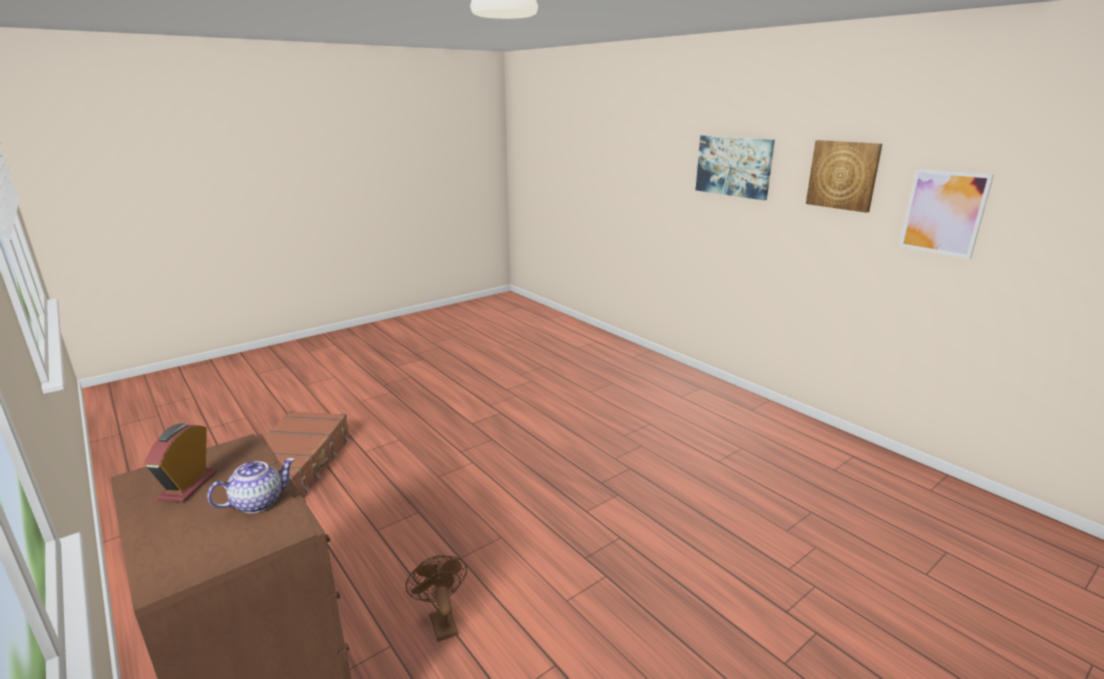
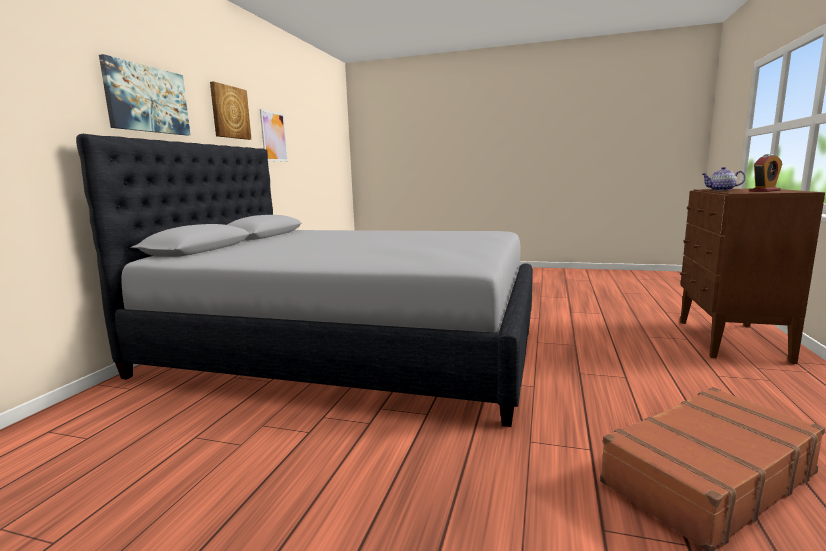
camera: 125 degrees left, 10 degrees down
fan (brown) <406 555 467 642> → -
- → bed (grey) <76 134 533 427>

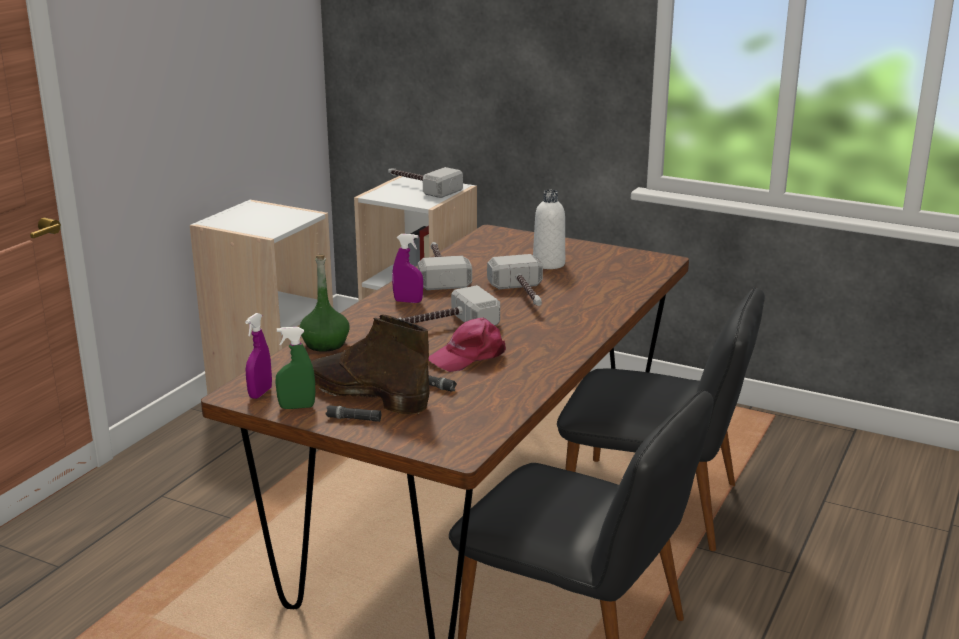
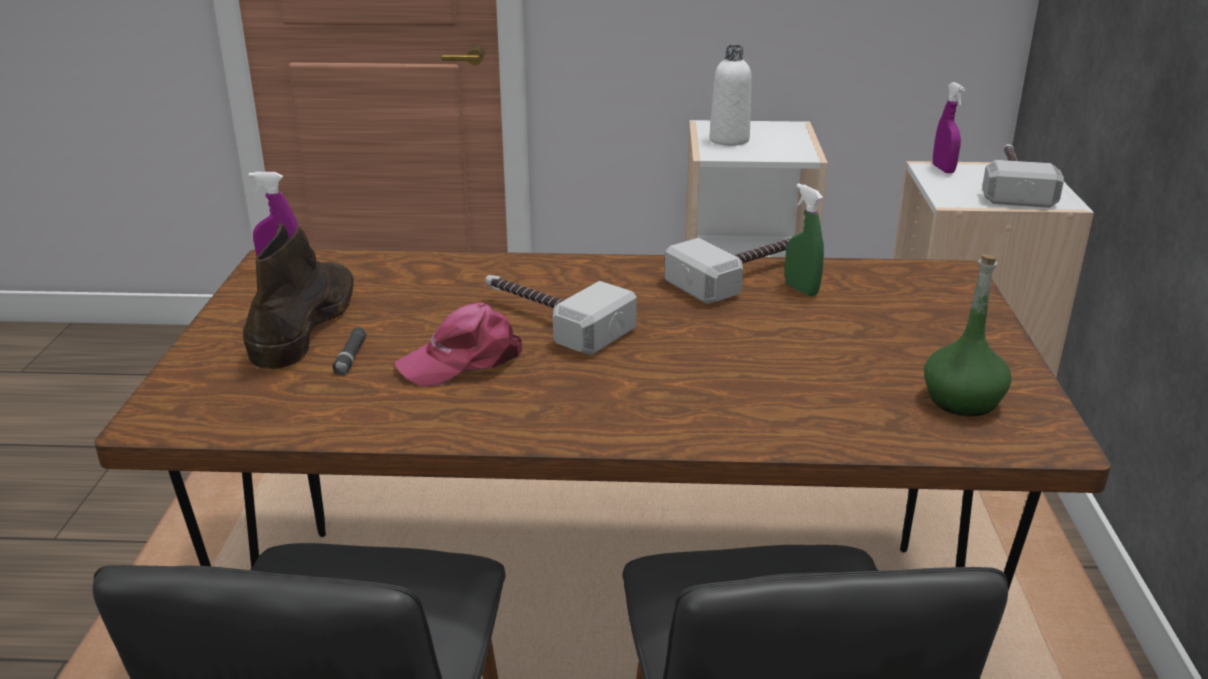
camera: 65 degrees right, 5 degrees up
bottle (white) <533 190 565 269> → bottle (white) <710 45 752 146>, moved
spray bottle (purple) <392 234 423 303> → spray bottle (purple) <933 82 965 173>, moved
hammer <487 254 543 306> → -
bottle (green) <300 255 349 352> → bottle (green) <924 254 1012 416>, moved
cap (pink) <428 318 506 372> → cap (pink) <395 302 522 387>, 60 degrees counterclockwise
spray bottle (green) <275 327 315 409> → spray bottle (green) <785 183 824 296>, moved
flashlight (black) <326 405 381 422> → -

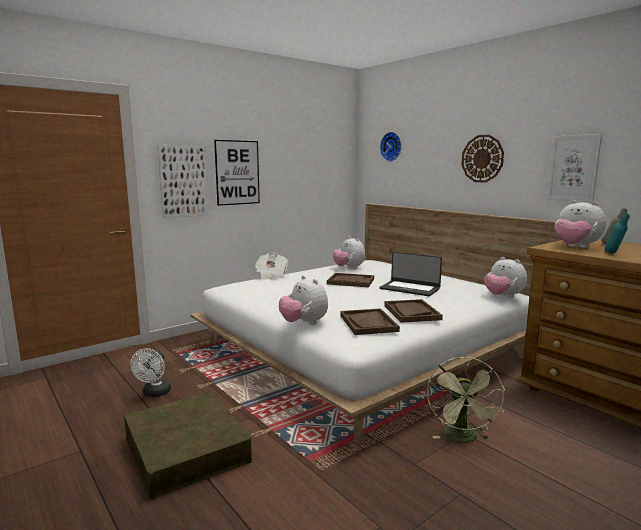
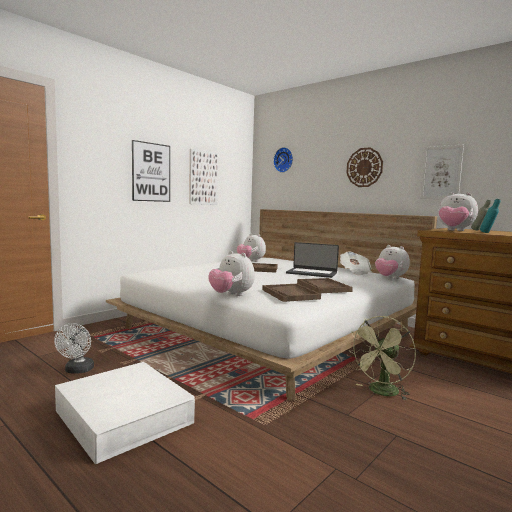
camera: 10 degrees left, 5 degrees down
picture <158 145 208 219> → picture <189 149 218 205>, moved
newspaper <255 252 289 280> → newspaper <340 251 372 275>, moved
fan (green) <427 356 505 443> → fan (green) <348 316 416 400>, 45 degrees clockwise
storage box (brown) <124 391 252 500> → storage box (white) <55 362 195 464>

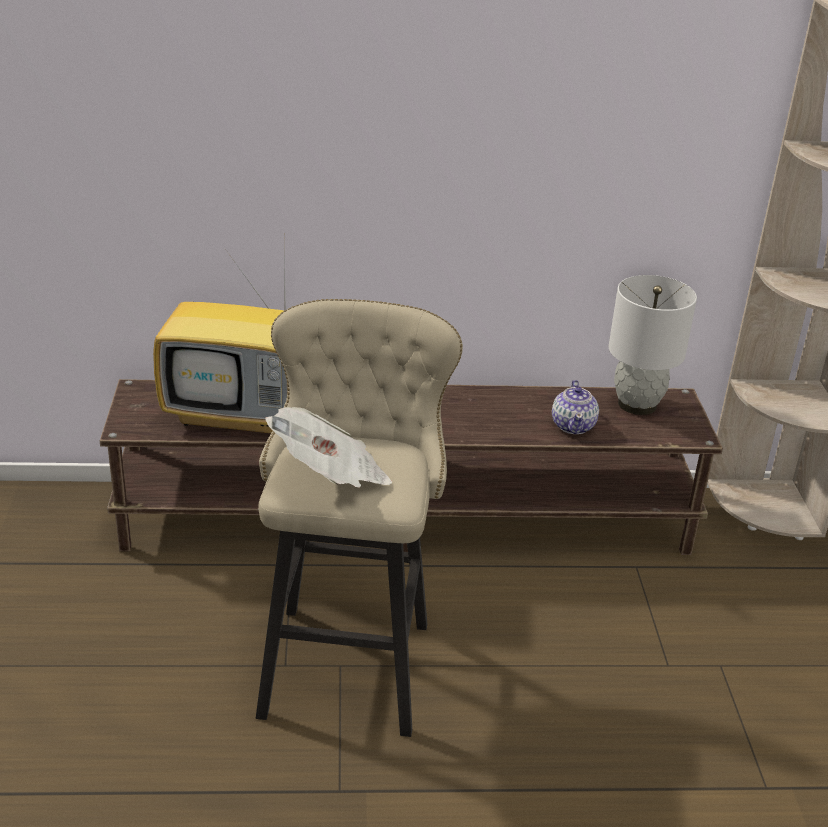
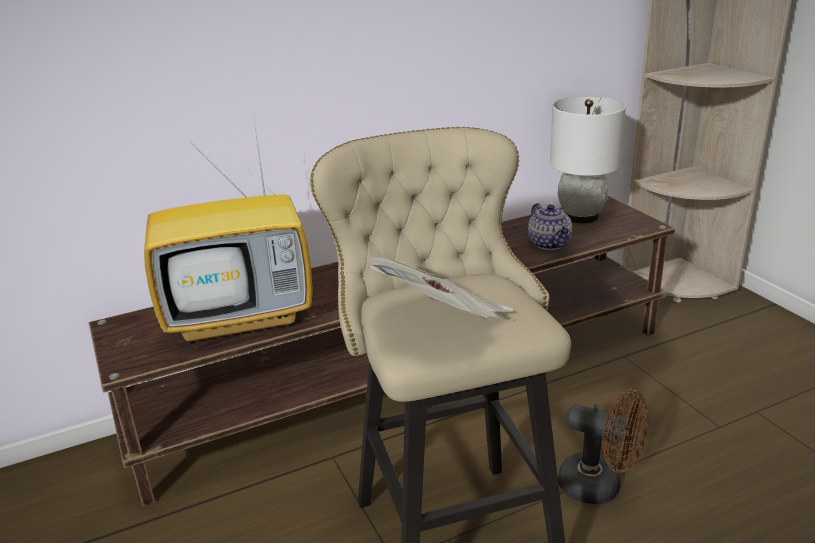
camera: 20 degrees left, 5 degrees down
- → fan (brown) <558 389 648 504>

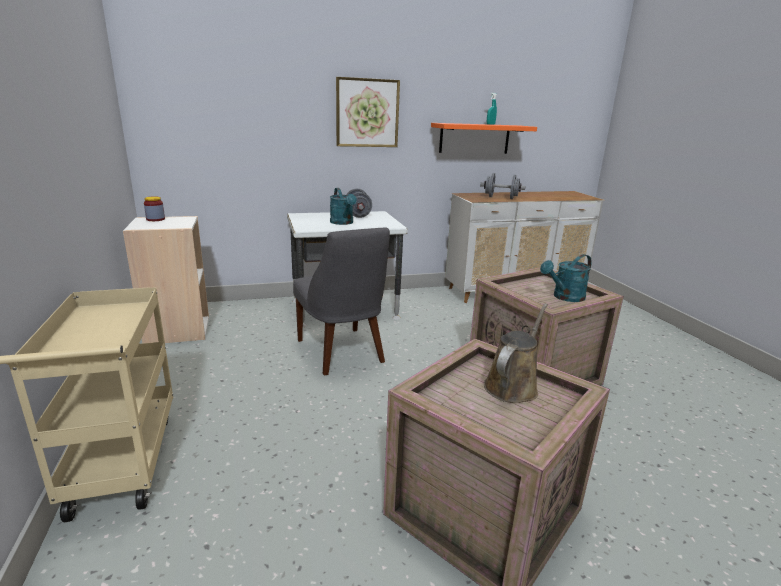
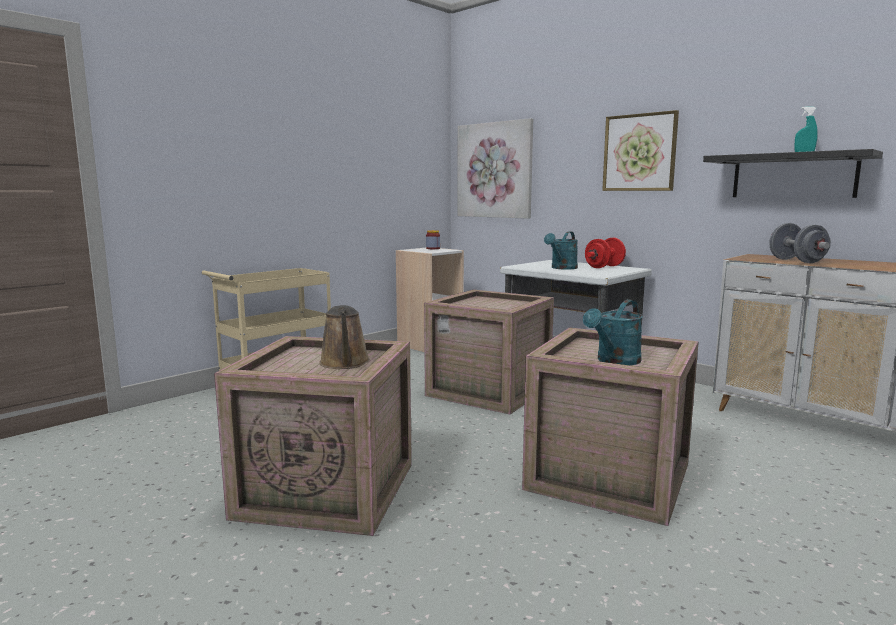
camera: 60 degrees right, 10 degrees down
shelf (orange) <431 123 537 154> → shelf (black) <703 149 883 198>
dumbbell (grey) <346 188 372 218> → dumbbell (red) <585 238 626 268>
chair (grey) <293 228 390 375> → crate <424 290 554 414>
watering can (turquoise) <540 254 592 302> → watering can (turquoise) <583 299 643 365>, 75 degrees counterclockwise
watering can (brown) <484 304 548 403> → watering can (brown) <319 305 370 369>, 75 degrees clockwise
- → picture <457 118 533 219>

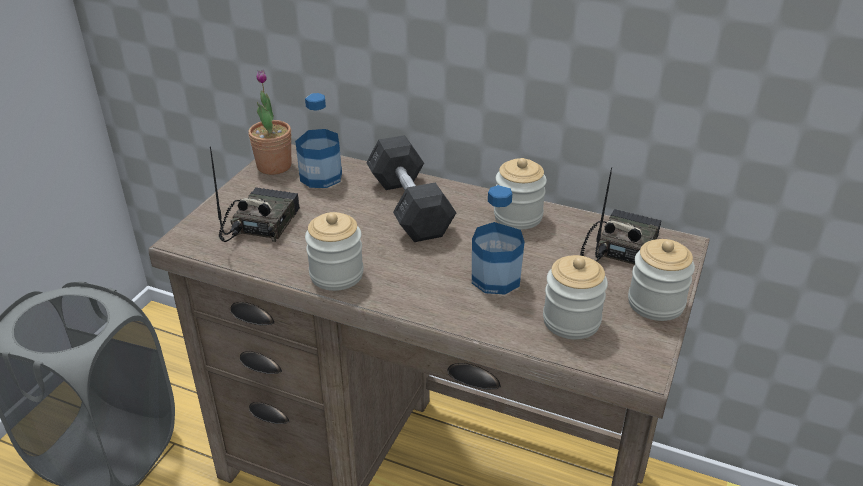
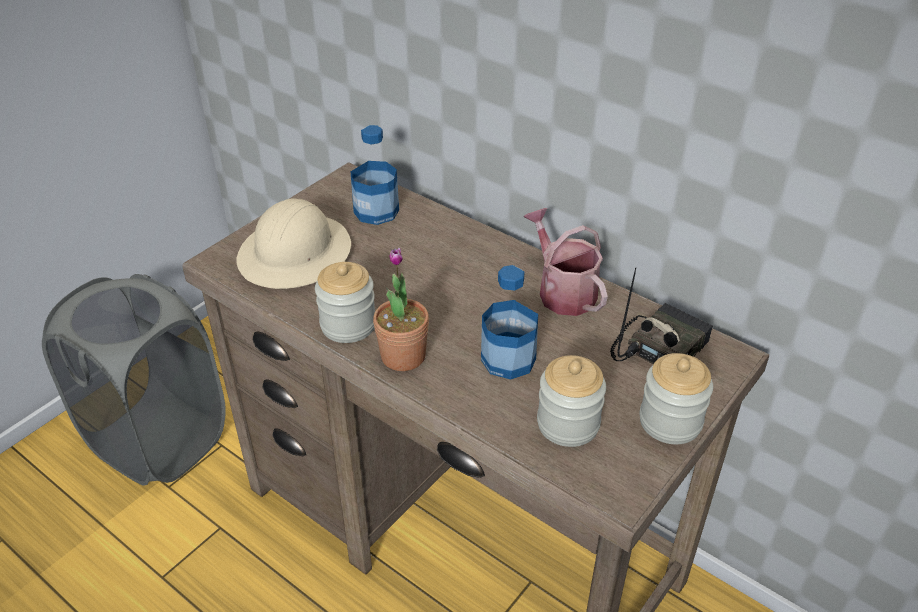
camera: 15 degrees right, 5 degrees up
potted plant <248 70 292 175> → potted plant <373 248 429 371>, moved
dumbbell (grey) <366 135 456 242> → -
radio <210 146 300 242> → hard hat (beige) <236 198 351 289>
jar <494 158 547 230> → watering can <524 208 608 316>

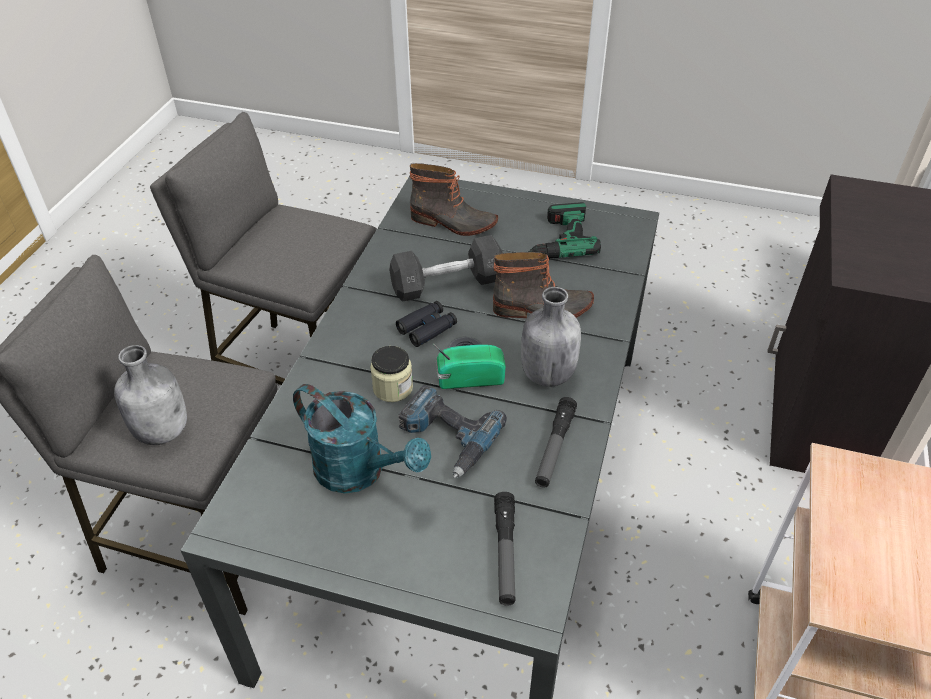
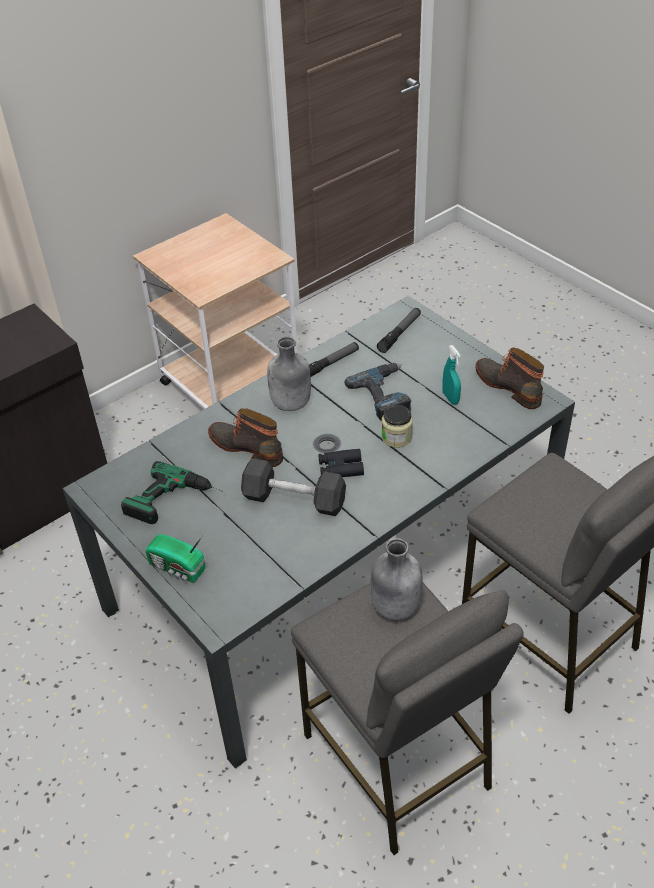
camera: 145 degrees left, 0 degrees up
boot <410 163 498 236> → boot <476 347 544 409>, moved
radio <432 343 506 389> → radio <145 534 206 583>, moved
bottle (grey) <114 345 187 445> → bottle (grey) <370 538 423 620>, moved
watering can (turquoise) <293 384 431 494> → spray bottle (turquoise) <442 345 461 405>

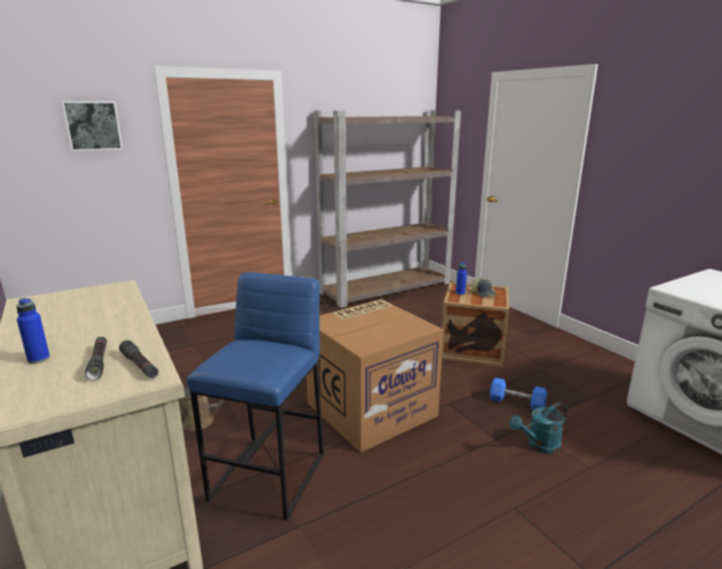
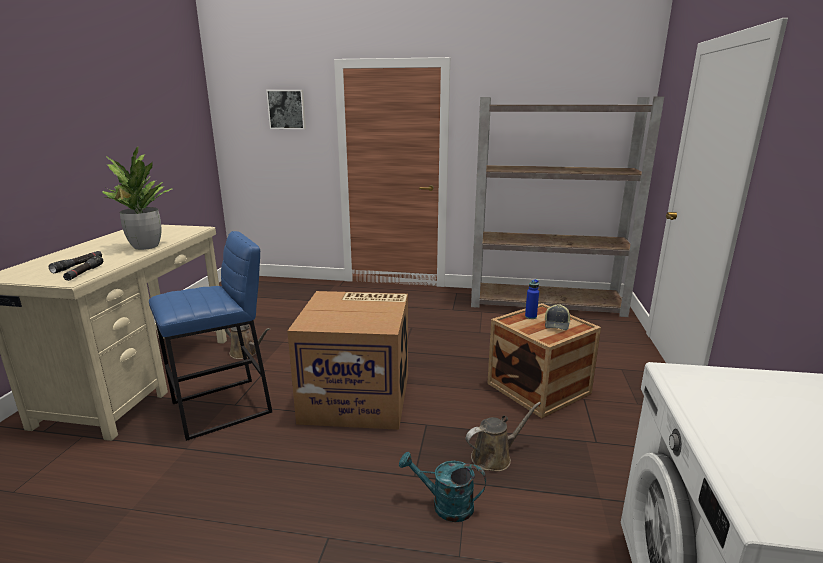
camera: 40 degrees right, 0 degrees up
bottle (blue) <16 298 50 364> → -
dumbbell (blue) <490 378 547 410> → watering can (brown) <466 402 541 472>
- → potted plant <102 146 172 250>

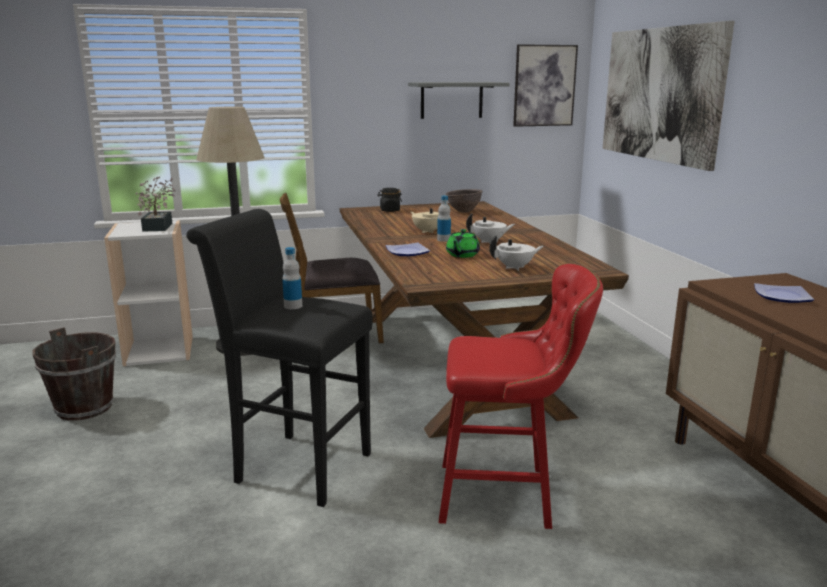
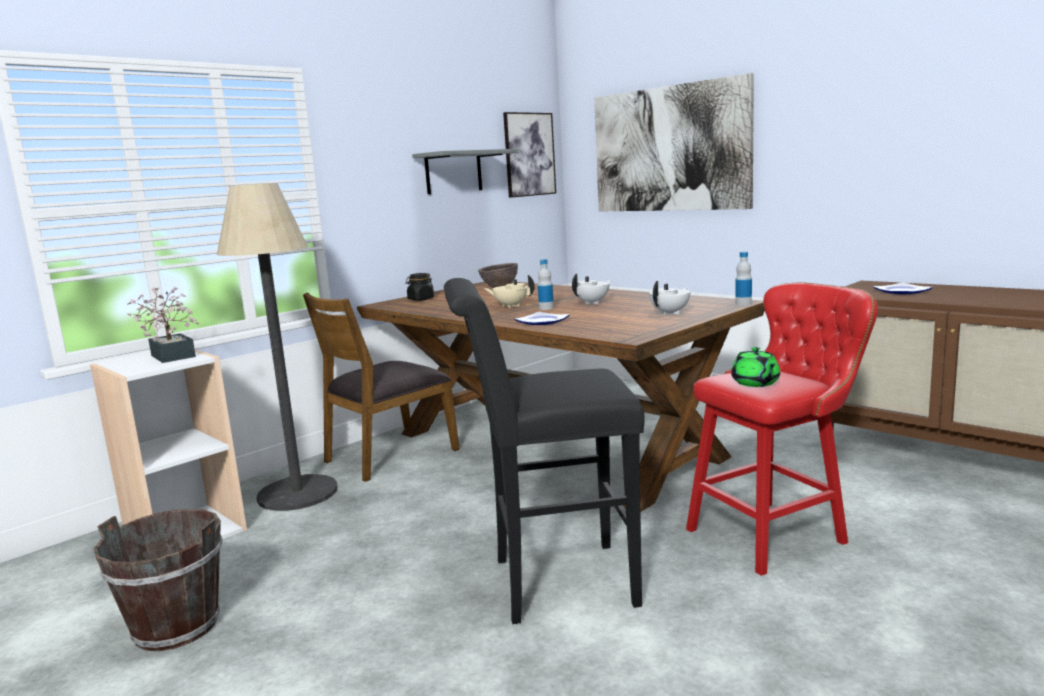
camera: 30 degrees left, 5 degrees down
teapot (green) <446 229 480 258> → teapot (green) <731 347 780 387>, moved
bottle <282 247 302 309> → bottle <735 252 752 306>, moved

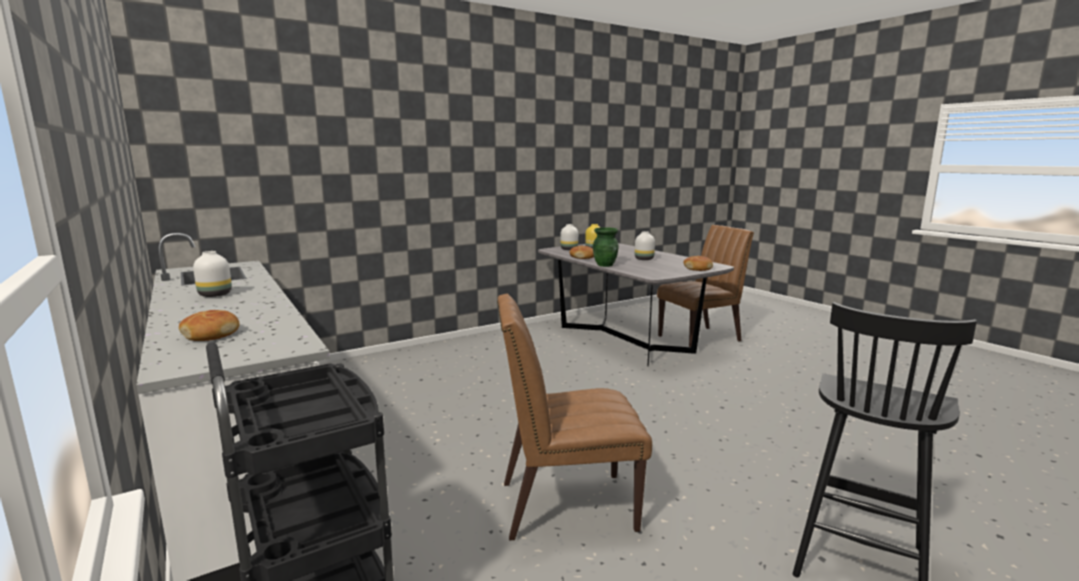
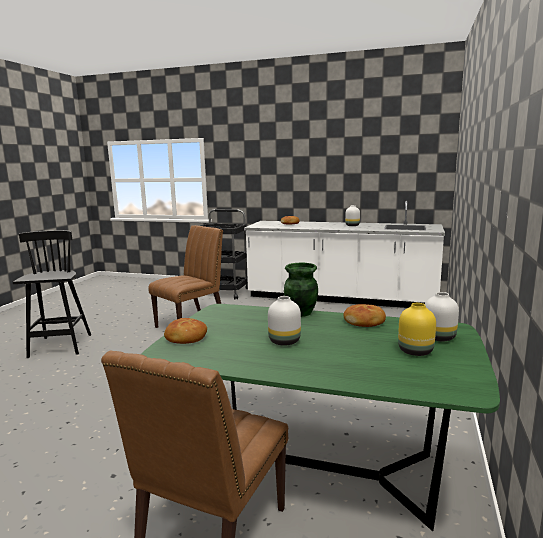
camera: 140 degrees right, 0 degrees up
dining table (grey) <538 243 734 366> → dining table (green) <141 304 500 531>

